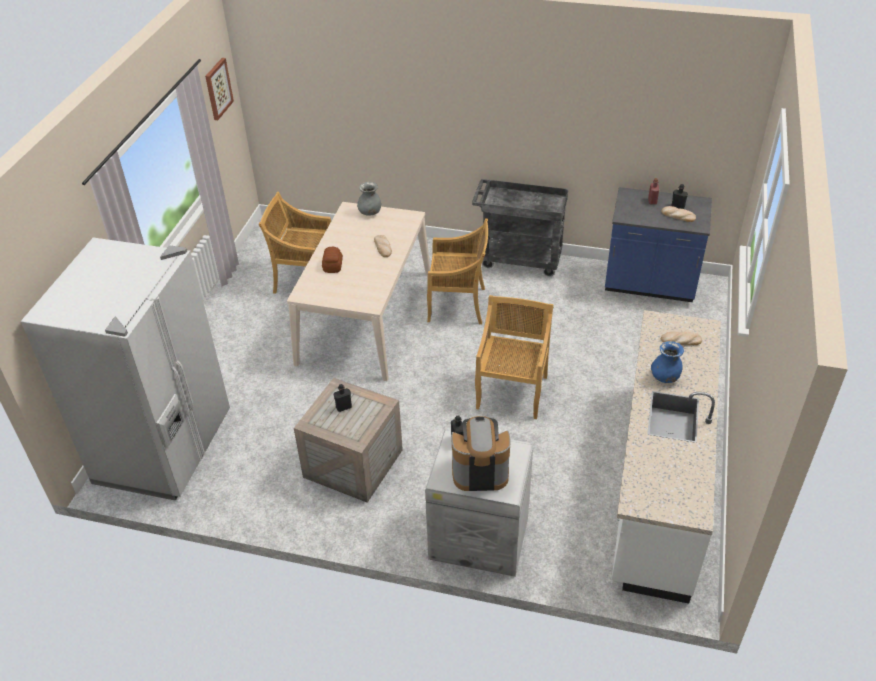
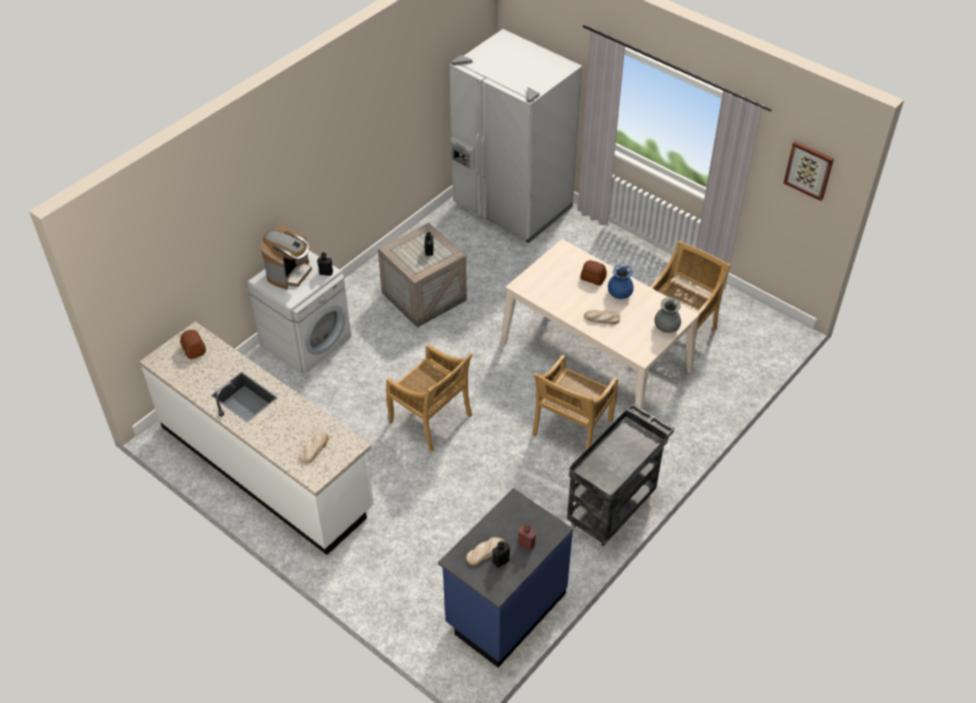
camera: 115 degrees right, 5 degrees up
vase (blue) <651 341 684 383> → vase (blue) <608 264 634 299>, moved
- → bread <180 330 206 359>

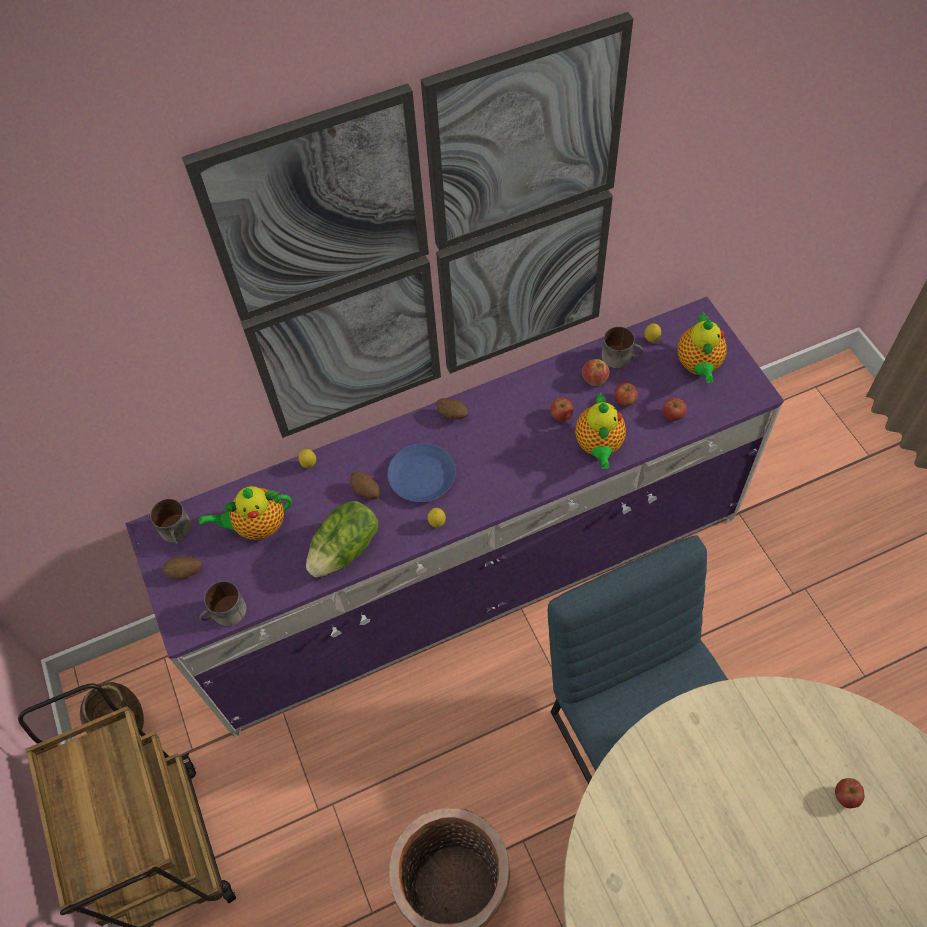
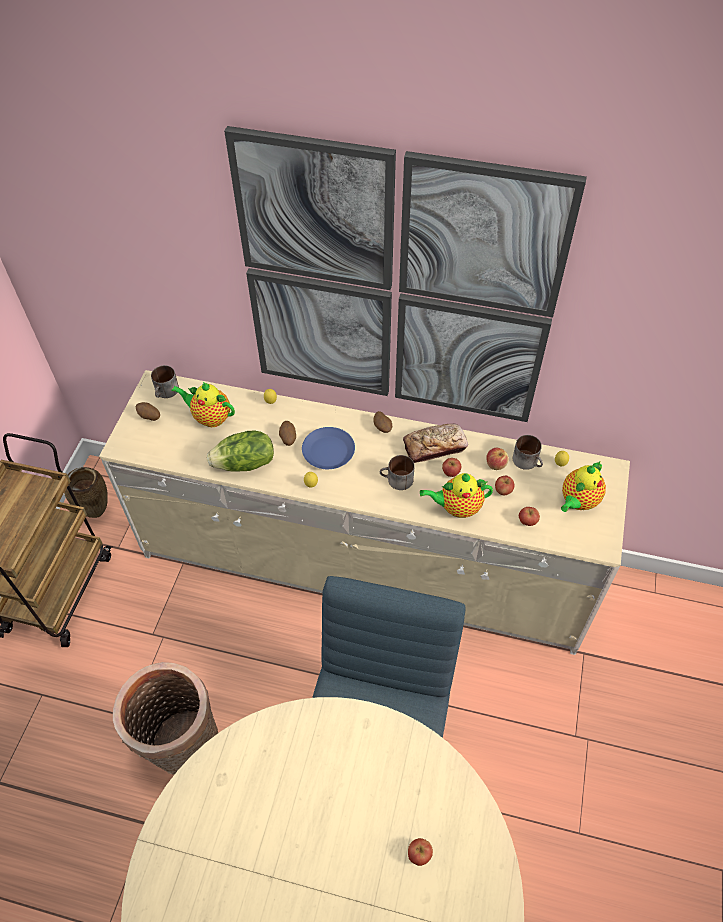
camera: 35 degrees right, 5 degrees down
cabinet (purple) <125 297 784 737> → cabinet (beige) <99 370 630 655>
teapot <575 392 626 469> → teapot <420 473 493 518>, 45 degrees clockwise
mug <199 581 246 626> → mug <380 455 415 490>, moved
- → bread <403 424 468 463>

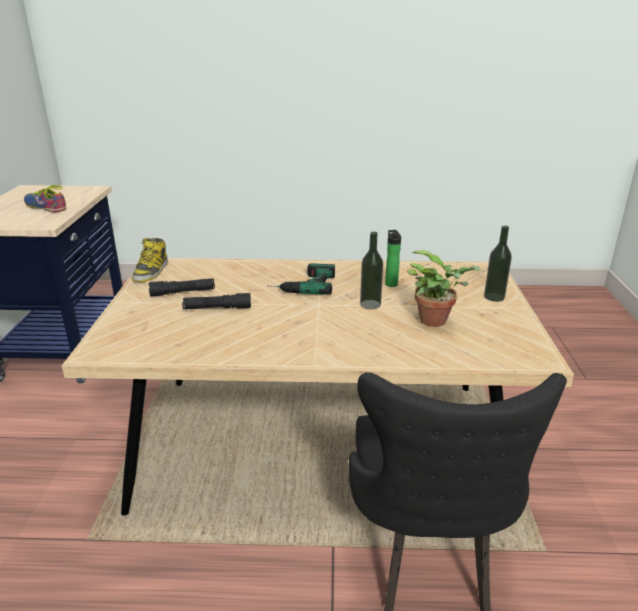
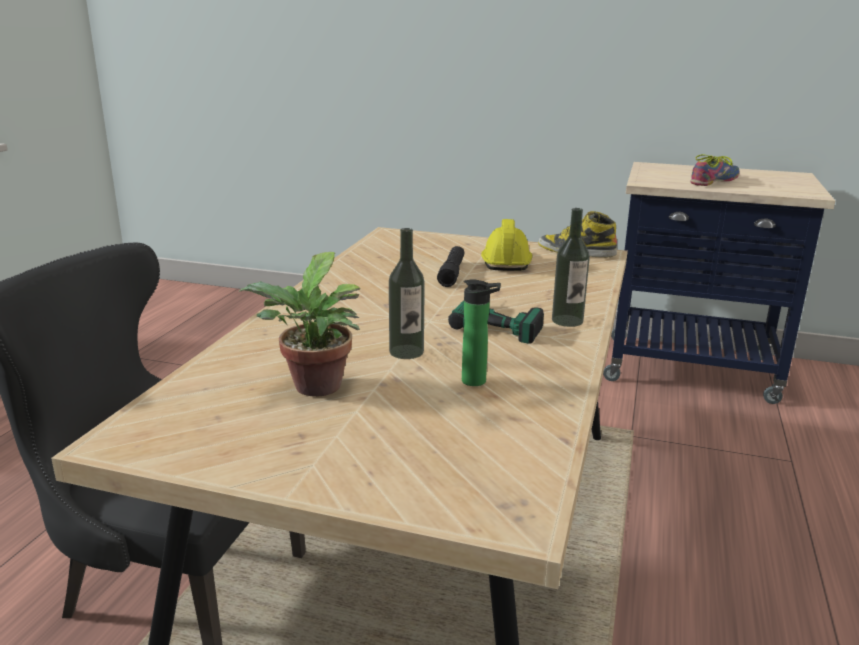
camera: 105 degrees right, 5 degrees down
bottle <484 226 512 302> → bottle <552 208 590 327>, moved
flashlight (black) <149 278 215 296> → hard hat (yellow) <481 219 532 271>

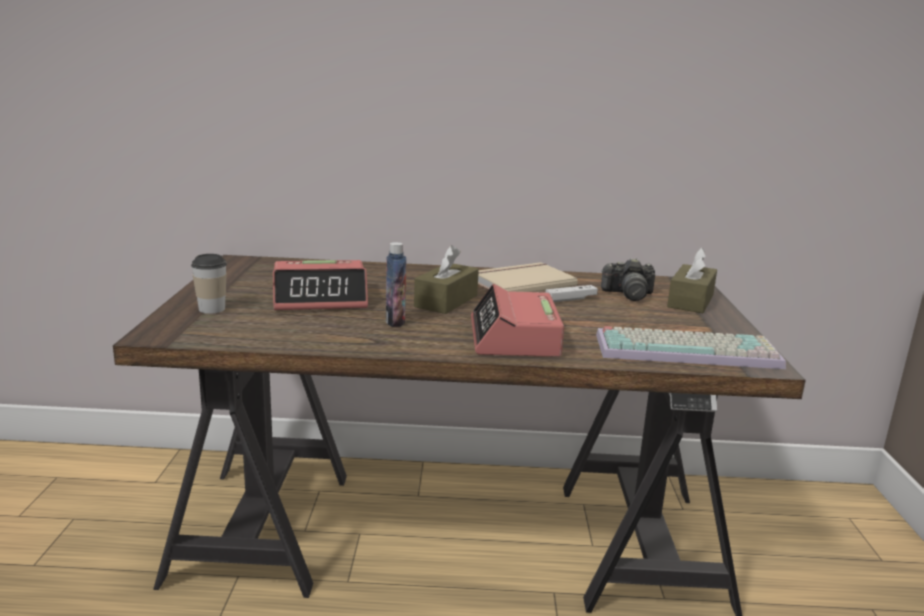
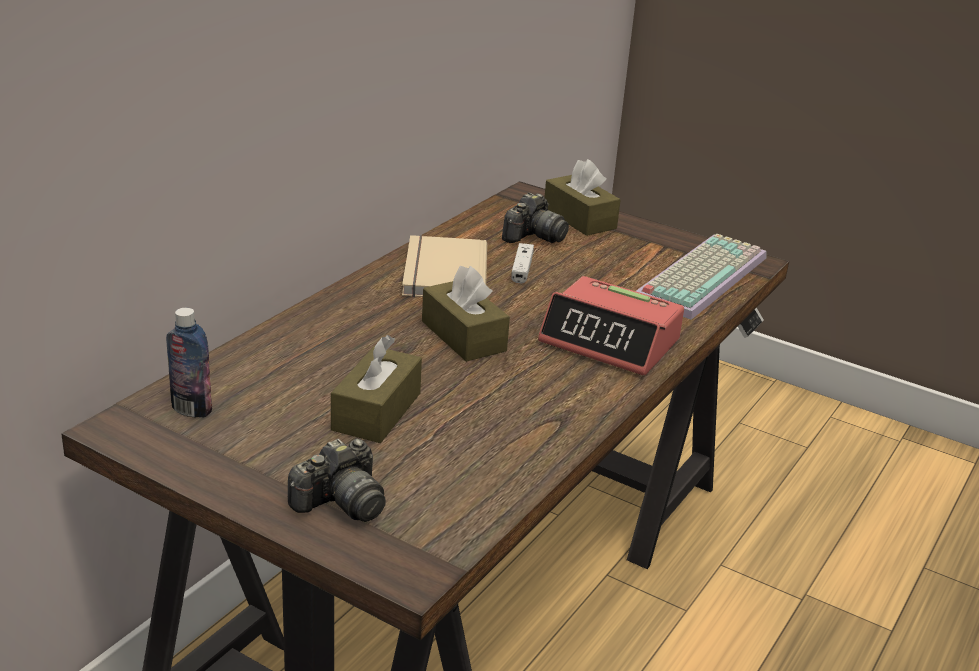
camera: 60 degrees left, 10 degrees up
bottle <386 242 406 327> → bottle <166 308 212 418>, moved
cup <191 254 227 314> → photo camera <288 439 386 522>
alarm clock <273 260 368 310> → tissue box (brown) <331 335 422 443>

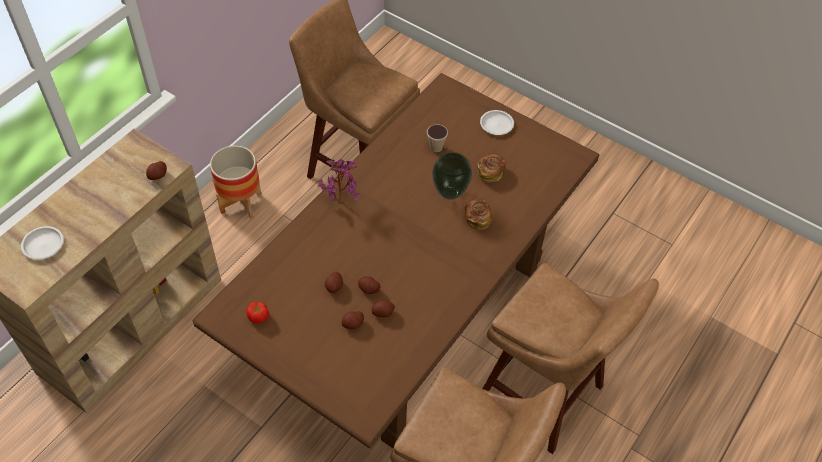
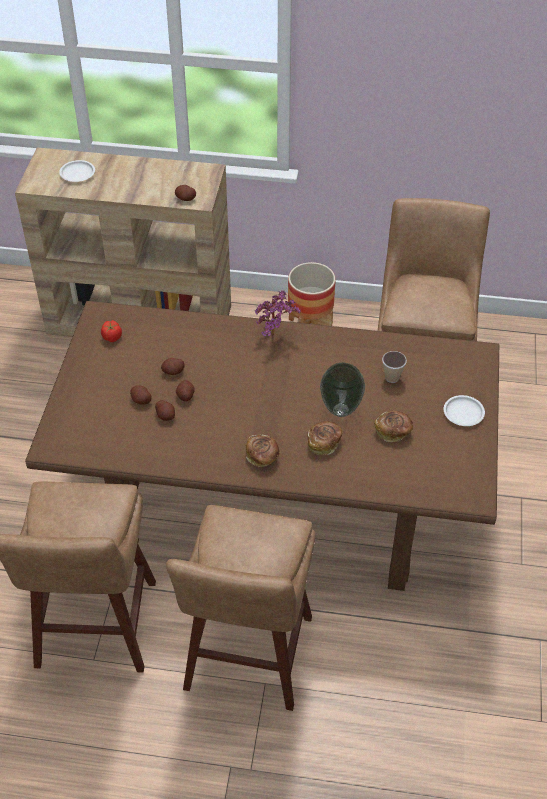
camera: 65 degrees right, 5 degrees down
- → bread <246 434 280 467>

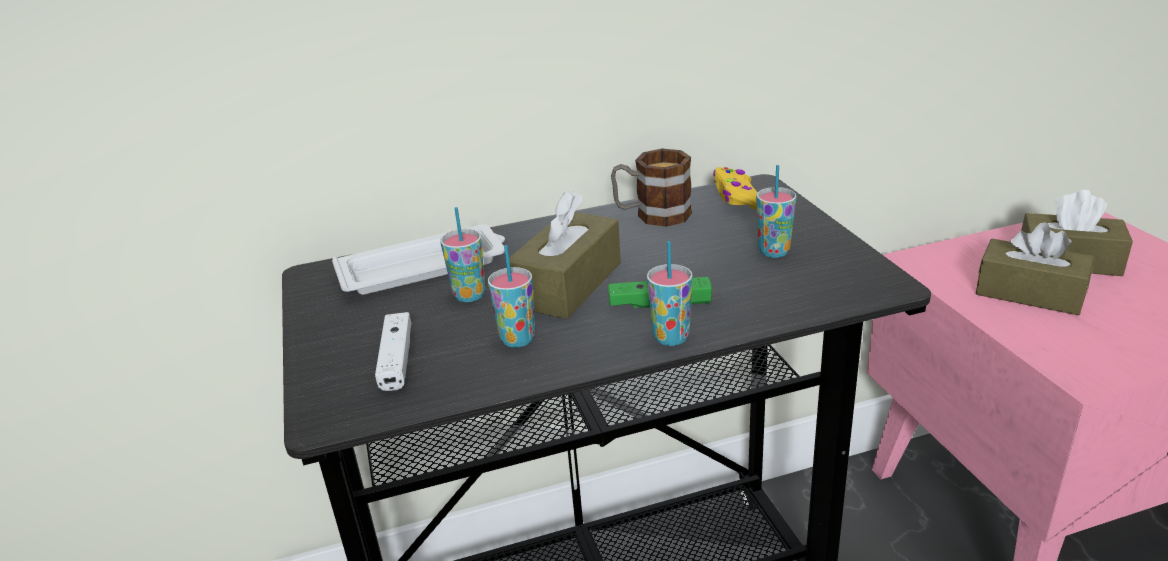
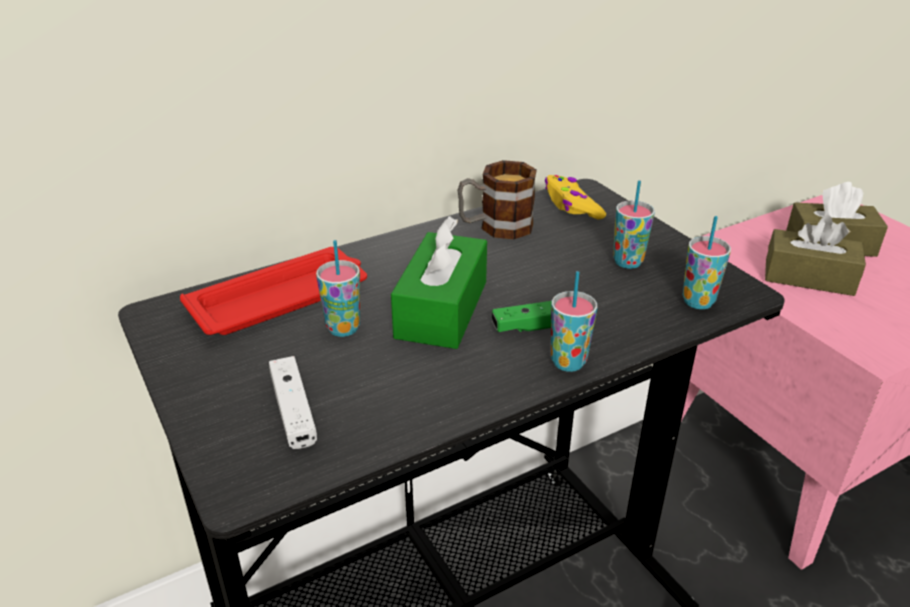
camera: 15 degrees left, 5 degrees up
tissue box (brown) <506 191 621 319> → tissue box (green) <391 216 487 349>
tray (white) <332 224 505 295> → tray (red) <180 247 367 335>
cup <488 245 535 348> → cup <683 216 731 309>, moved

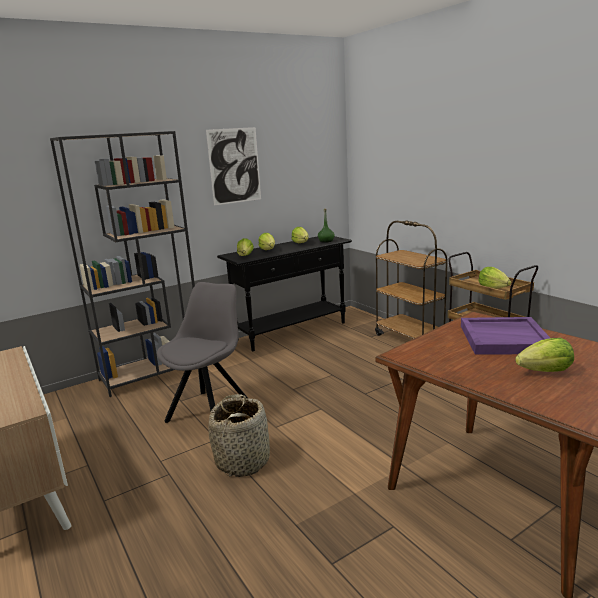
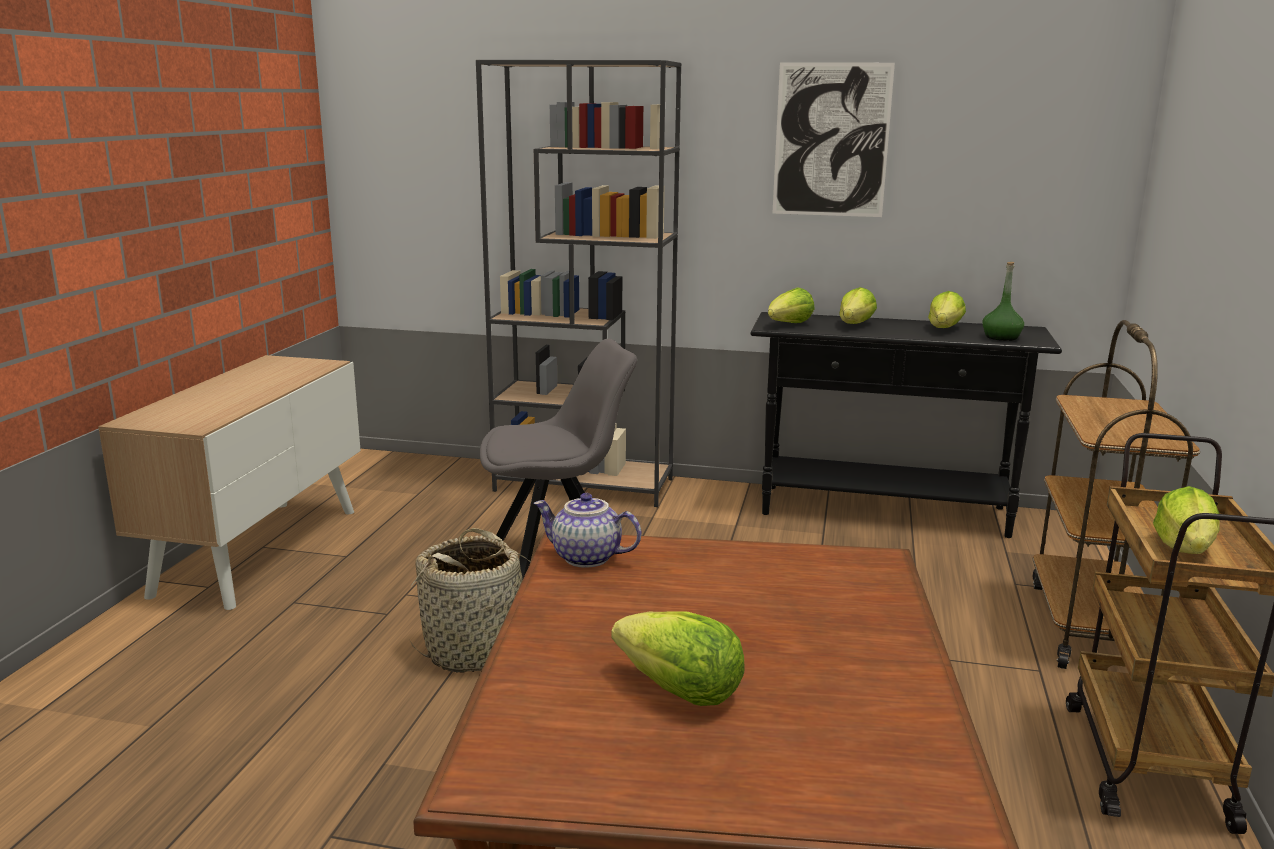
camera: 45 degrees right, 0 degrees up
tray (purple) <461 317 550 355> → -
- → teapot <534 493 642 568>

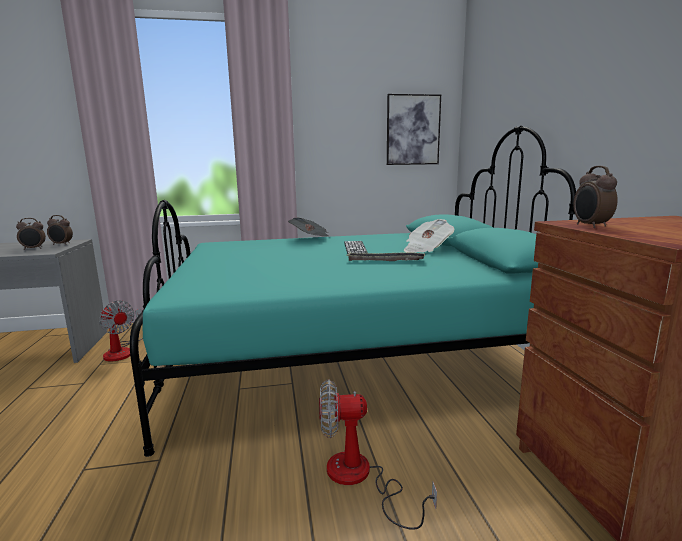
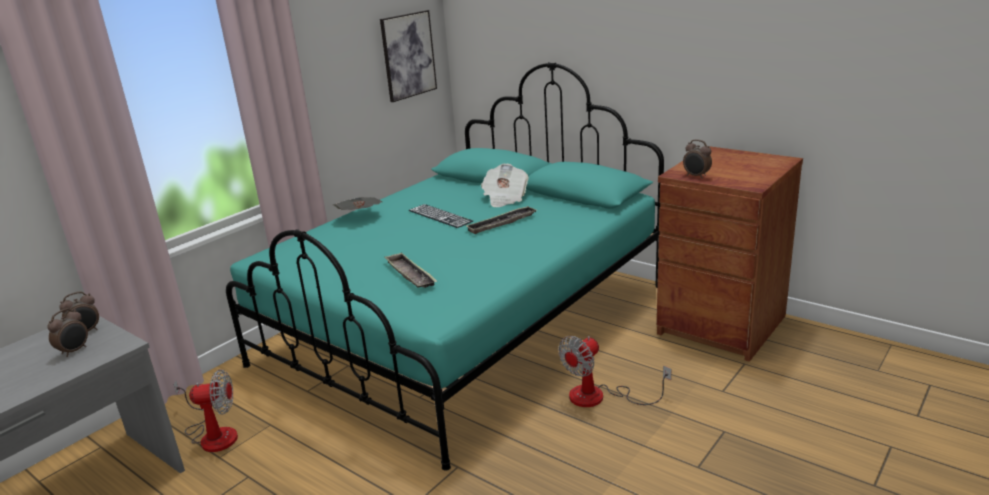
camera: 40 degrees left, 10 degrees up
- → tray <384 252 437 288>

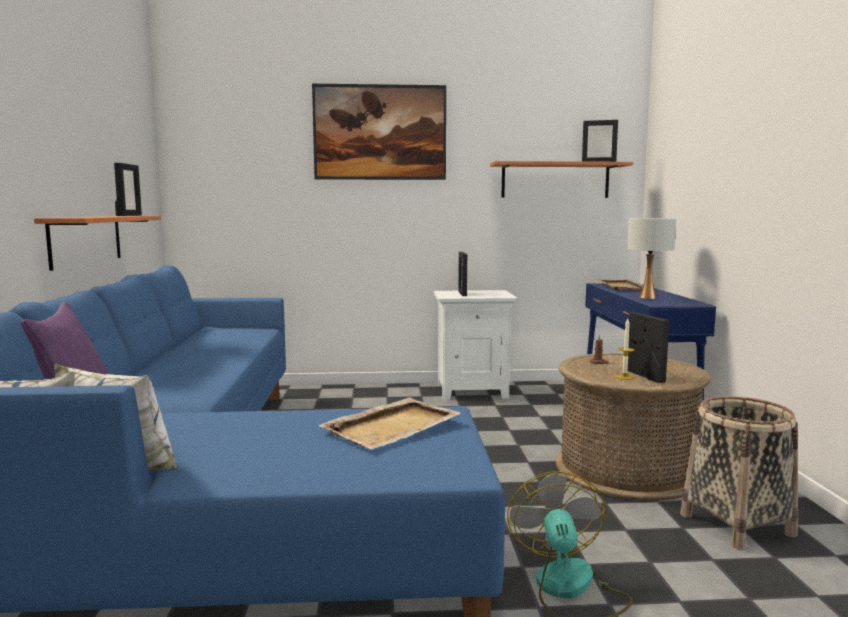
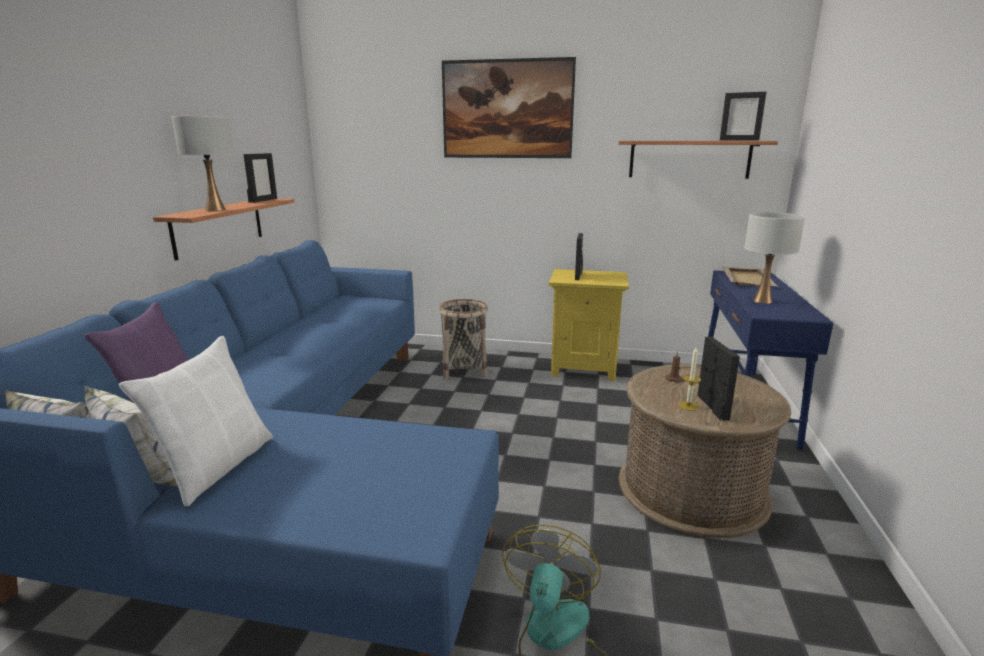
camera: 15 degrees right, 10 degrees up
nightstand (white) <434 290 518 400> → nightstand (yellow) <549 269 629 381>
basket <680 396 798 550> → basket <439 299 488 379>, moved
tray (beige) <318 397 461 449> → -
- → table lamp (white) <172 116 234 211>
- → pillow (white) <119 336 273 507>

